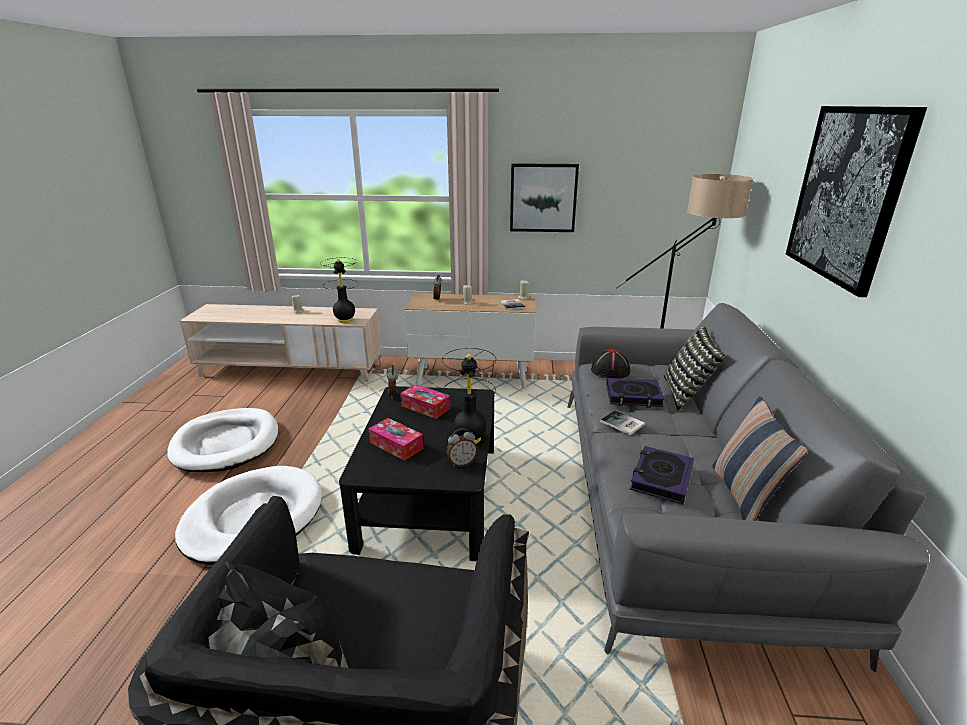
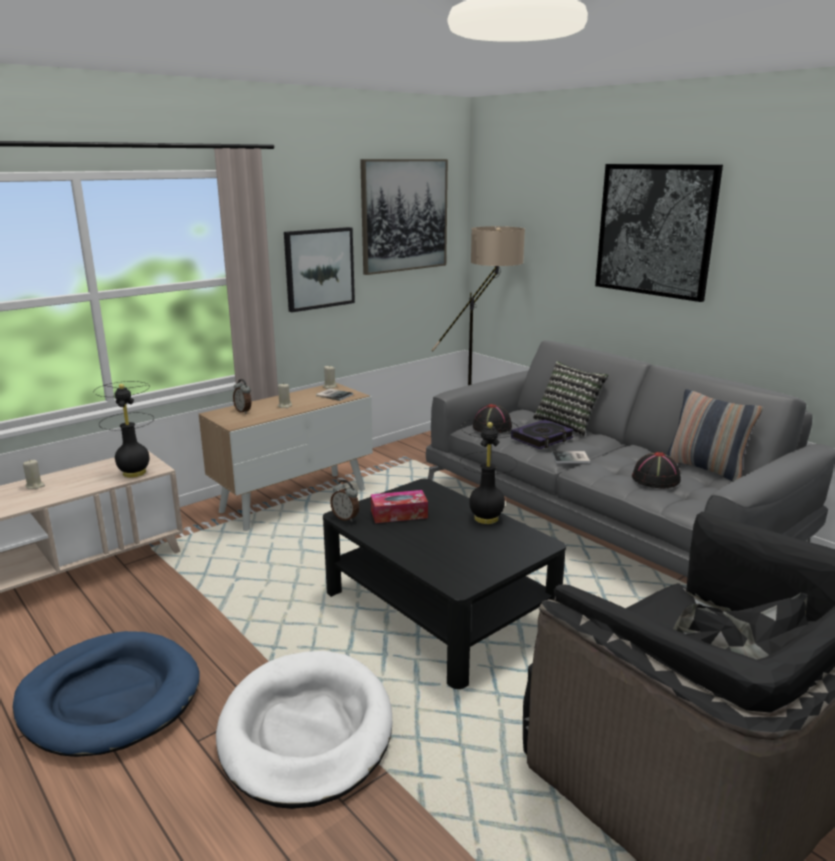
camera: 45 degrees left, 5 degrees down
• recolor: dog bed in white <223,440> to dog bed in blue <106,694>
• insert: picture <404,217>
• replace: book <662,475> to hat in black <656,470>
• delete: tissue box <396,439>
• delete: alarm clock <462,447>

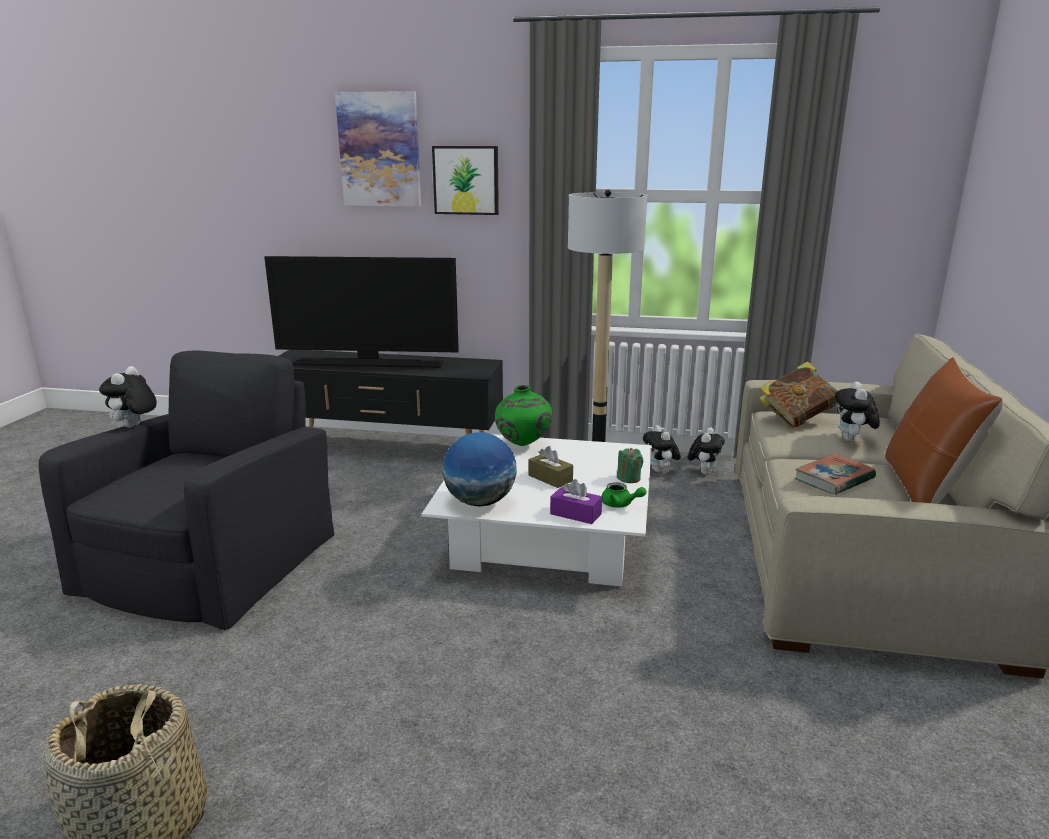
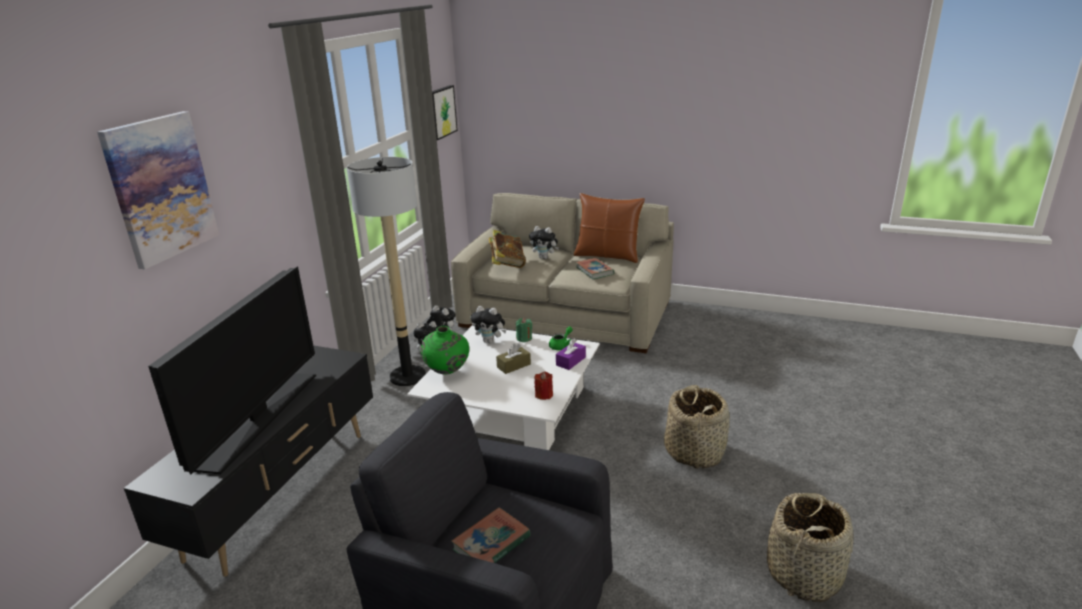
camera: 80 degrees left, 5 degrees up
• move: picture <465,180> to <445,112>
• insert: book <491,535>
• move: plush toy <128,397> to <488,324>
• replace: globe <479,469> to candle in red <544,385>
• insert: basket <697,427>

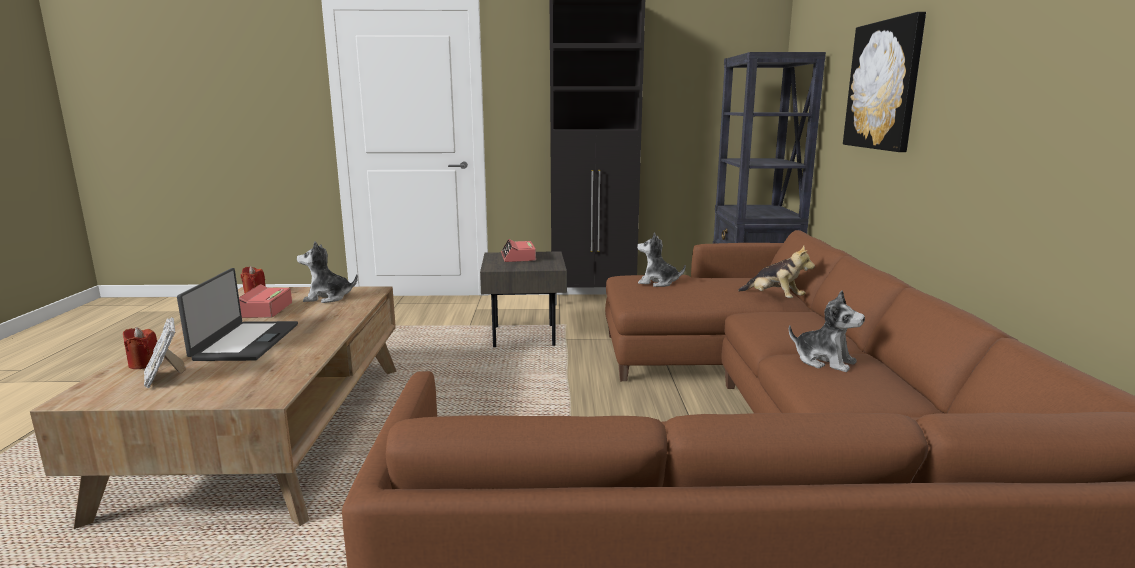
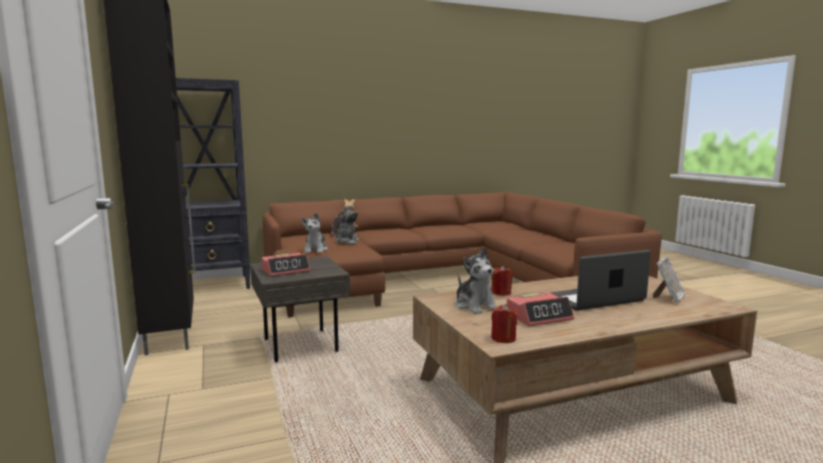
camera: 110 degrees left, 5 degrees down
• move: plush toy <827,331> to <347,225>
• move: candle in red <140,348> to <502,281>
• delete: picture <884,82>

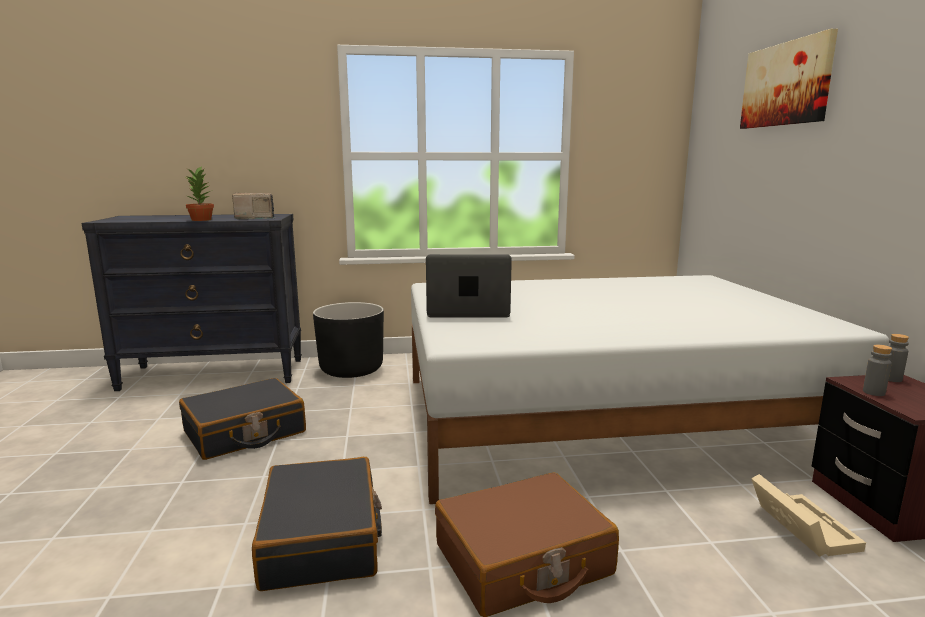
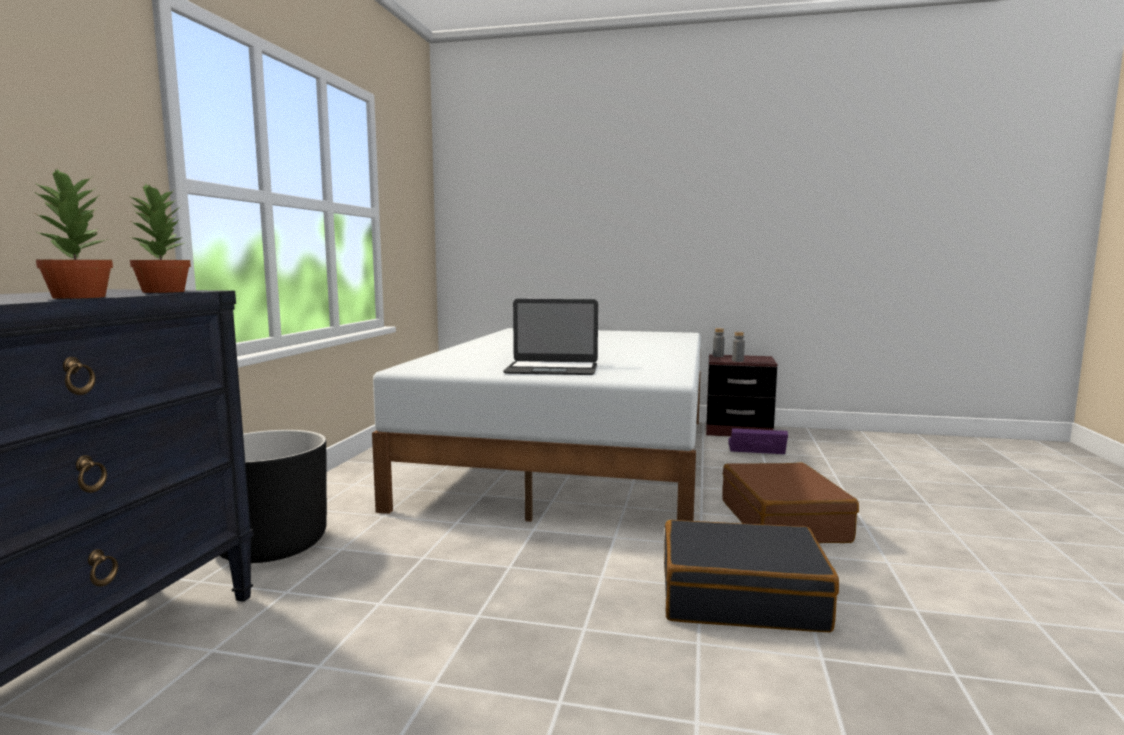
camera: 70 degrees left, 5 degrees down
• replace: radio <253,206> to potted plant <159,238>
• rotate: laptop <469,286> = <550,337> 105 degrees counterclockwise
• recolor: storage box in beige <808,515> to storage box in purple <758,441>
• delete: suitcase in black <242,419>
• delete: picture <789,79>

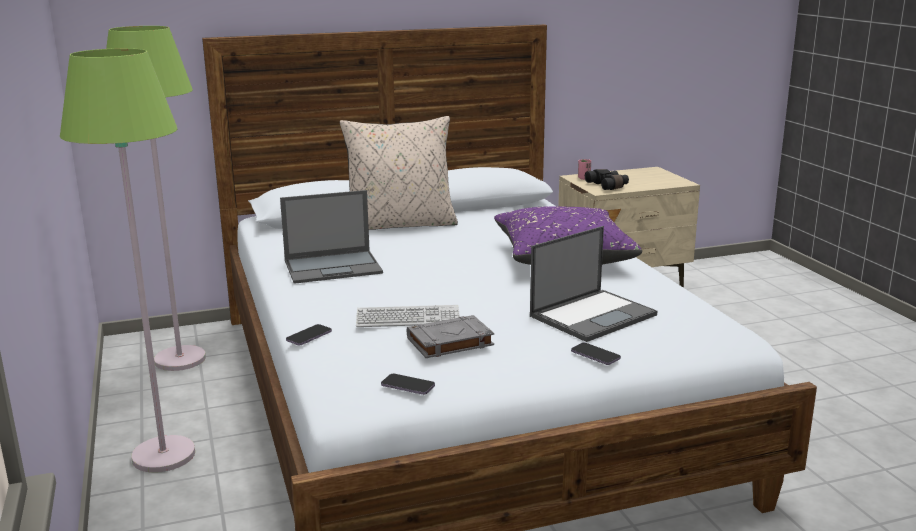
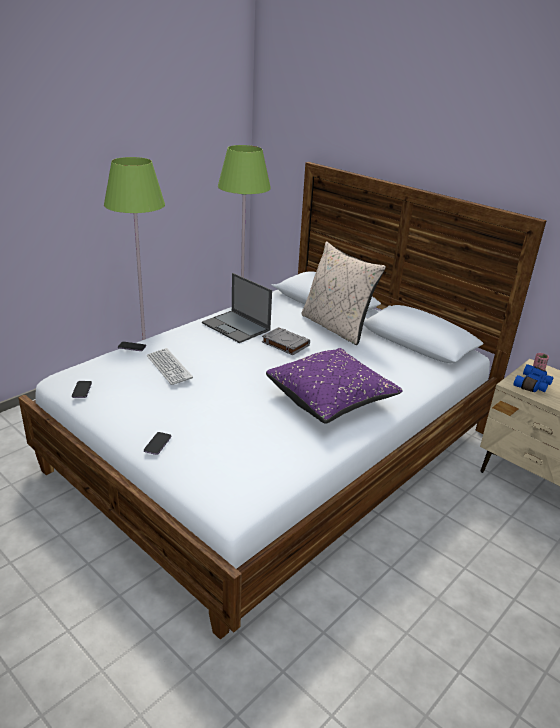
camera: 60 degrees right, 10 degrees up
• move: book in grey <450,336> to <286,341>
• recolor: binoculars in black <607,179> to binoculars in blue <533,378>
• delete: laptop <593,284>

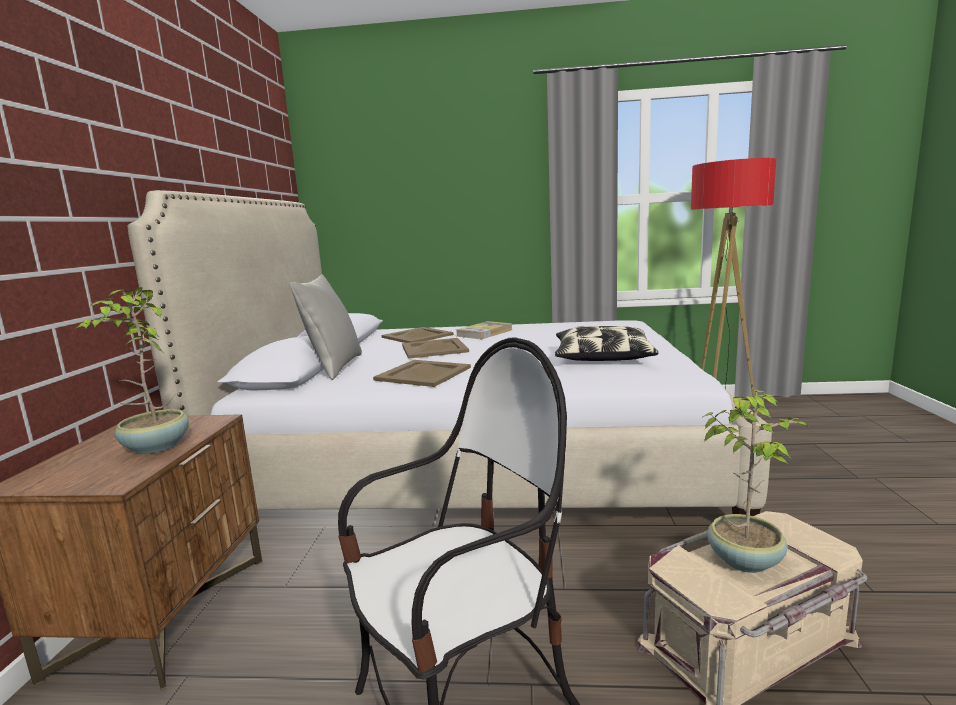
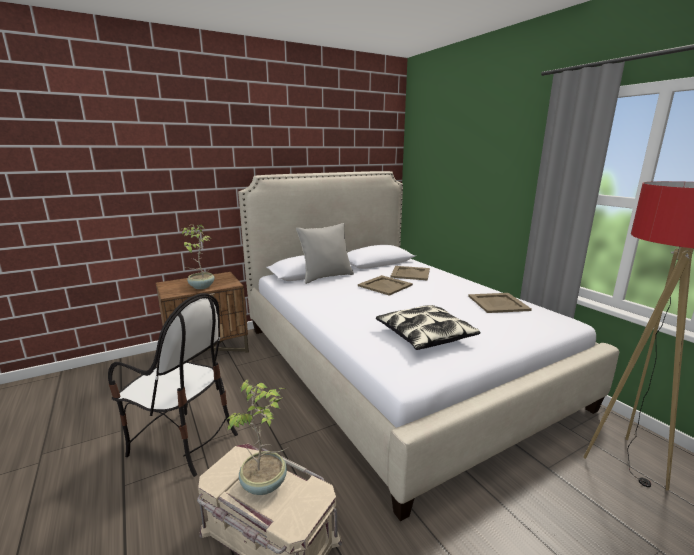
camera: 55 degrees right, 5 degrees up
• move: tray in beige <422,373> to <500,303>
• delete: book <484,330>

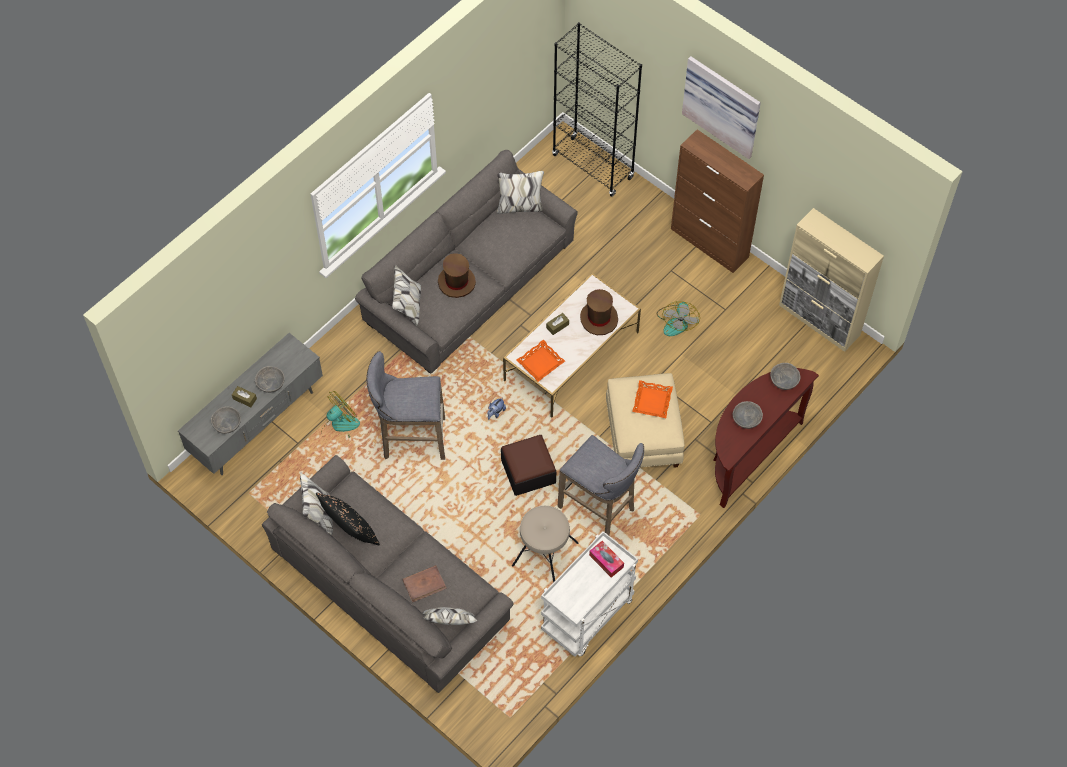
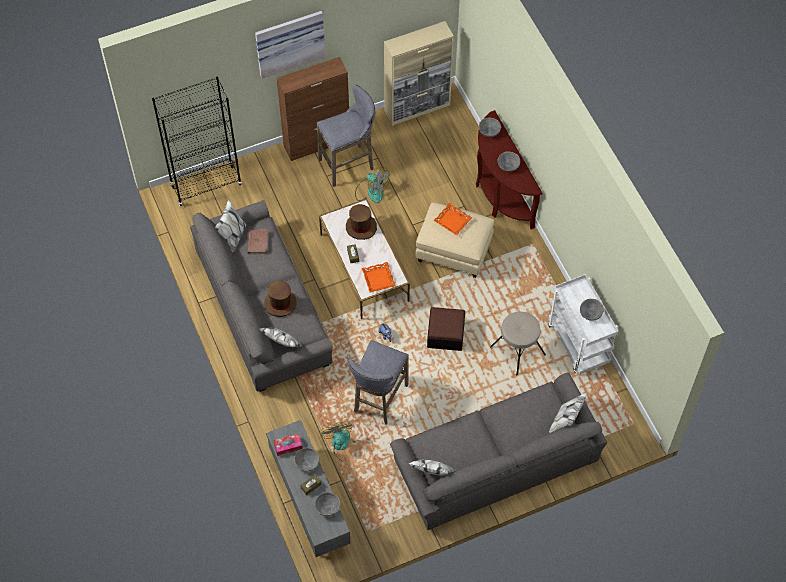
camera: 65 degrees left, 0 degrees up
• move: book in brown <424,583> to <258,241>
• move: tissue box <606,559> to <288,445>
• move: stool in grey <601,485> to <346,136>
• insert: bowl in grey <592,310>
• delete: pillow in black <348,518>

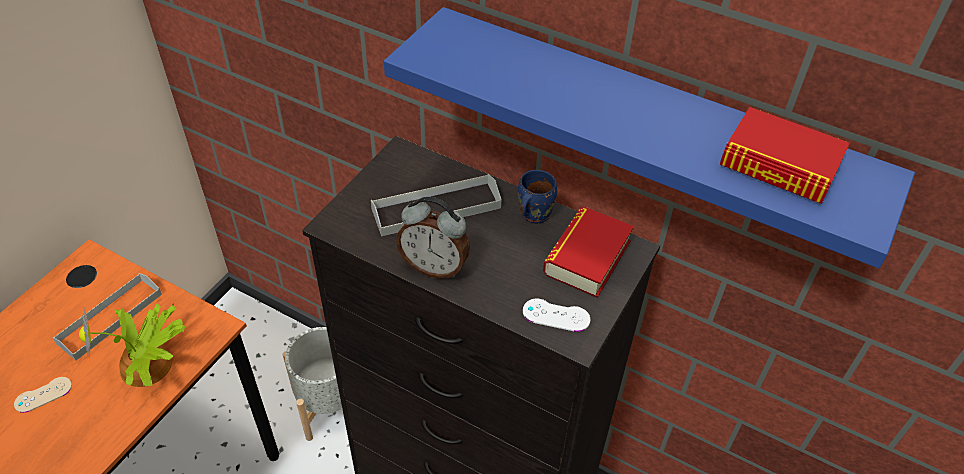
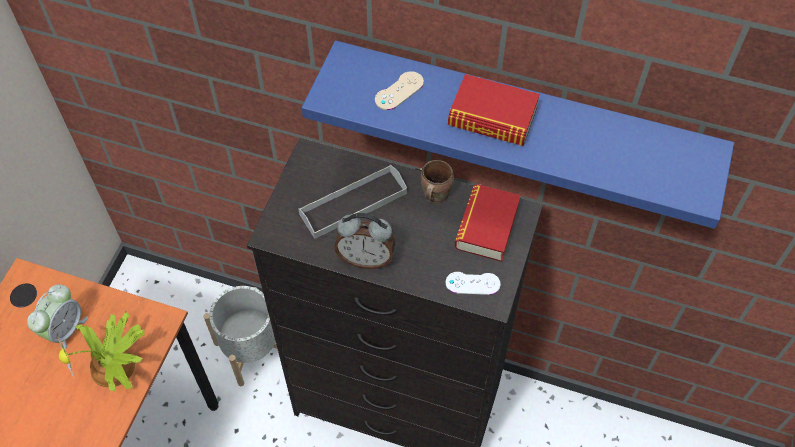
camera: 10 degrees left, 10 degrees up
• replace: tray in grey <107,316> to alarm clock <57,317>
• move: game controller in beige <43,395> to <399,90>
• recolor: mug in blue <537,196> to mug in brown <437,181>
• move: book <785,155> to <494,110>

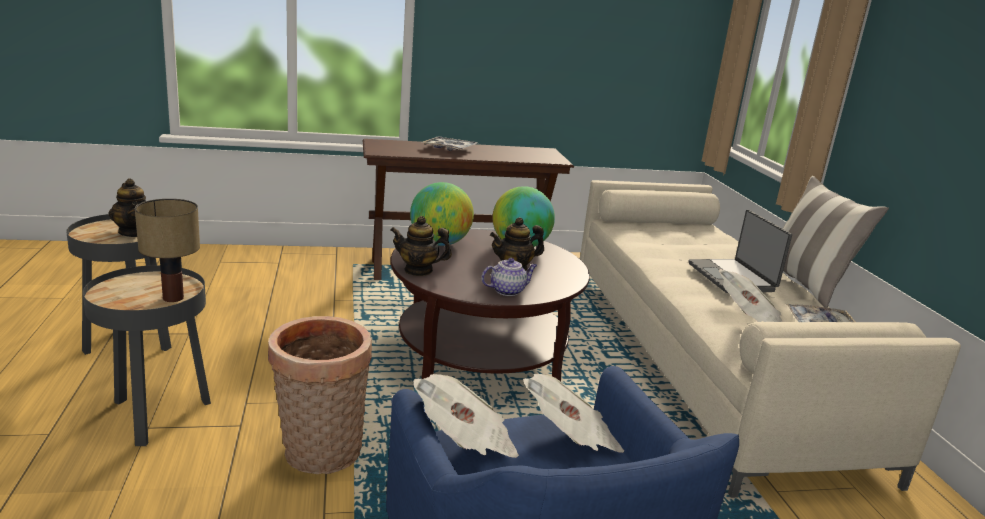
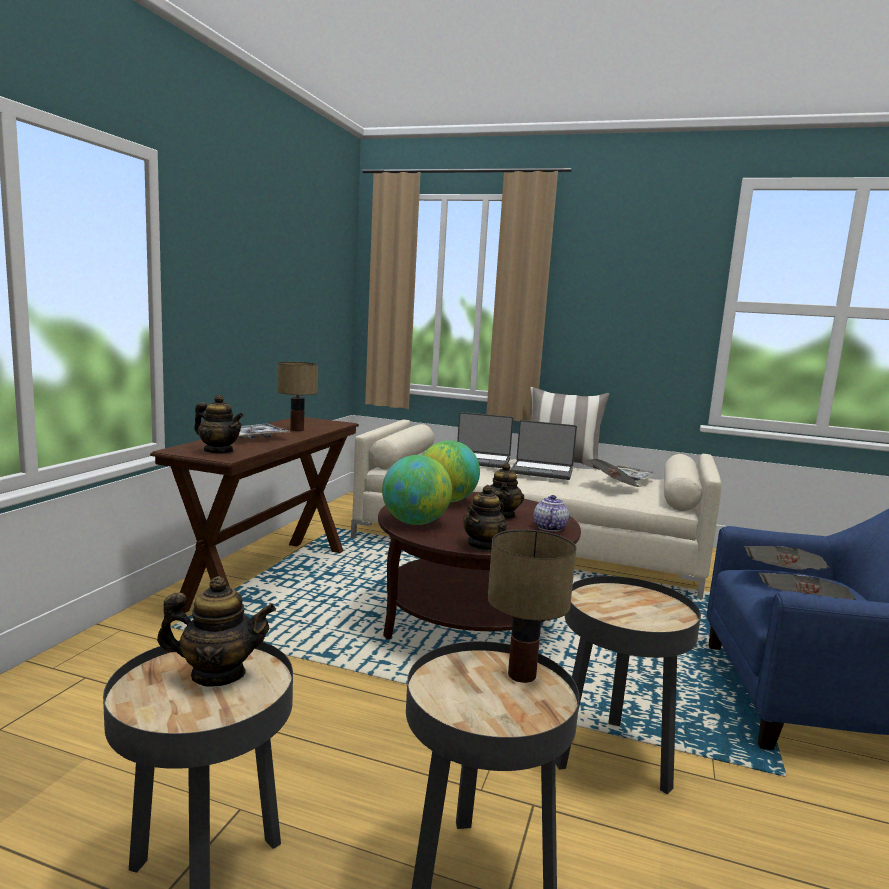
camera: 60 degrees left, 10 degrees down
• insert: teapot <219,424>
• insert: table lamp <298,396>
• insert: laptop <485,440>
• replace: basket <320,395> to side table in black <628,685>

